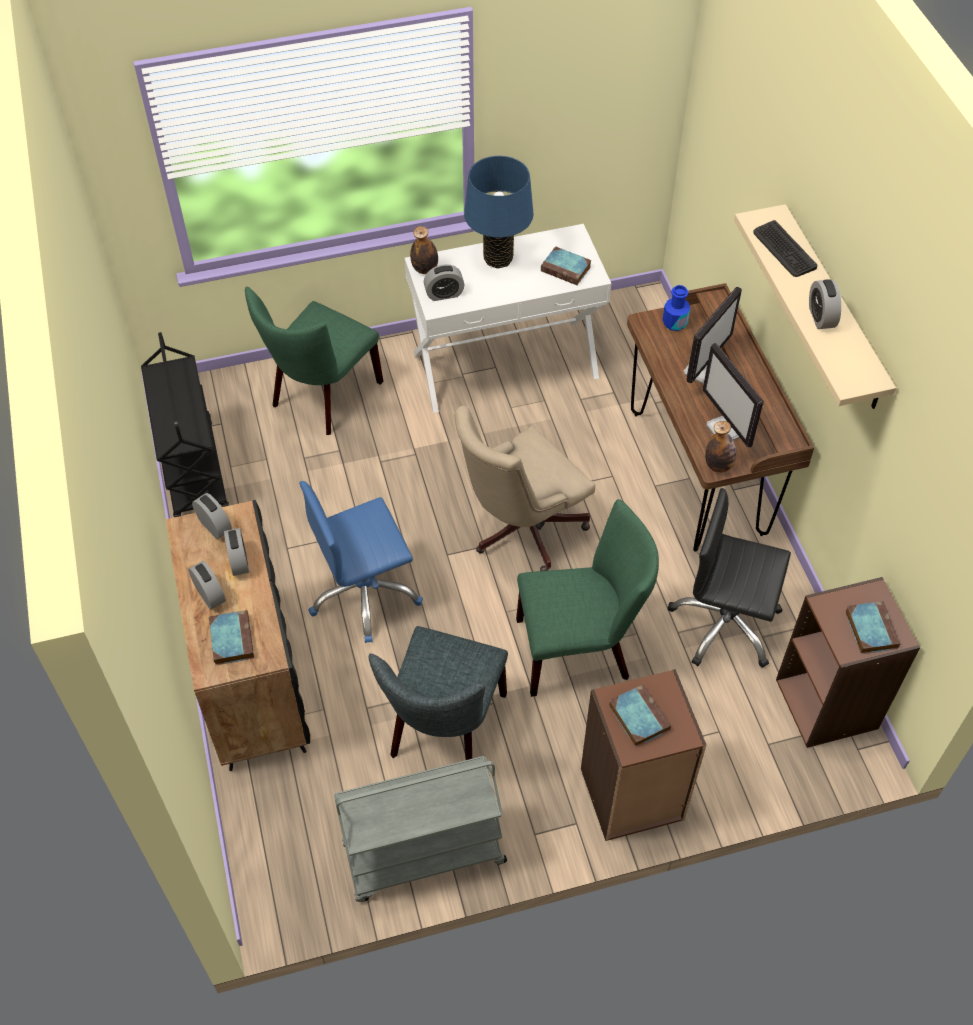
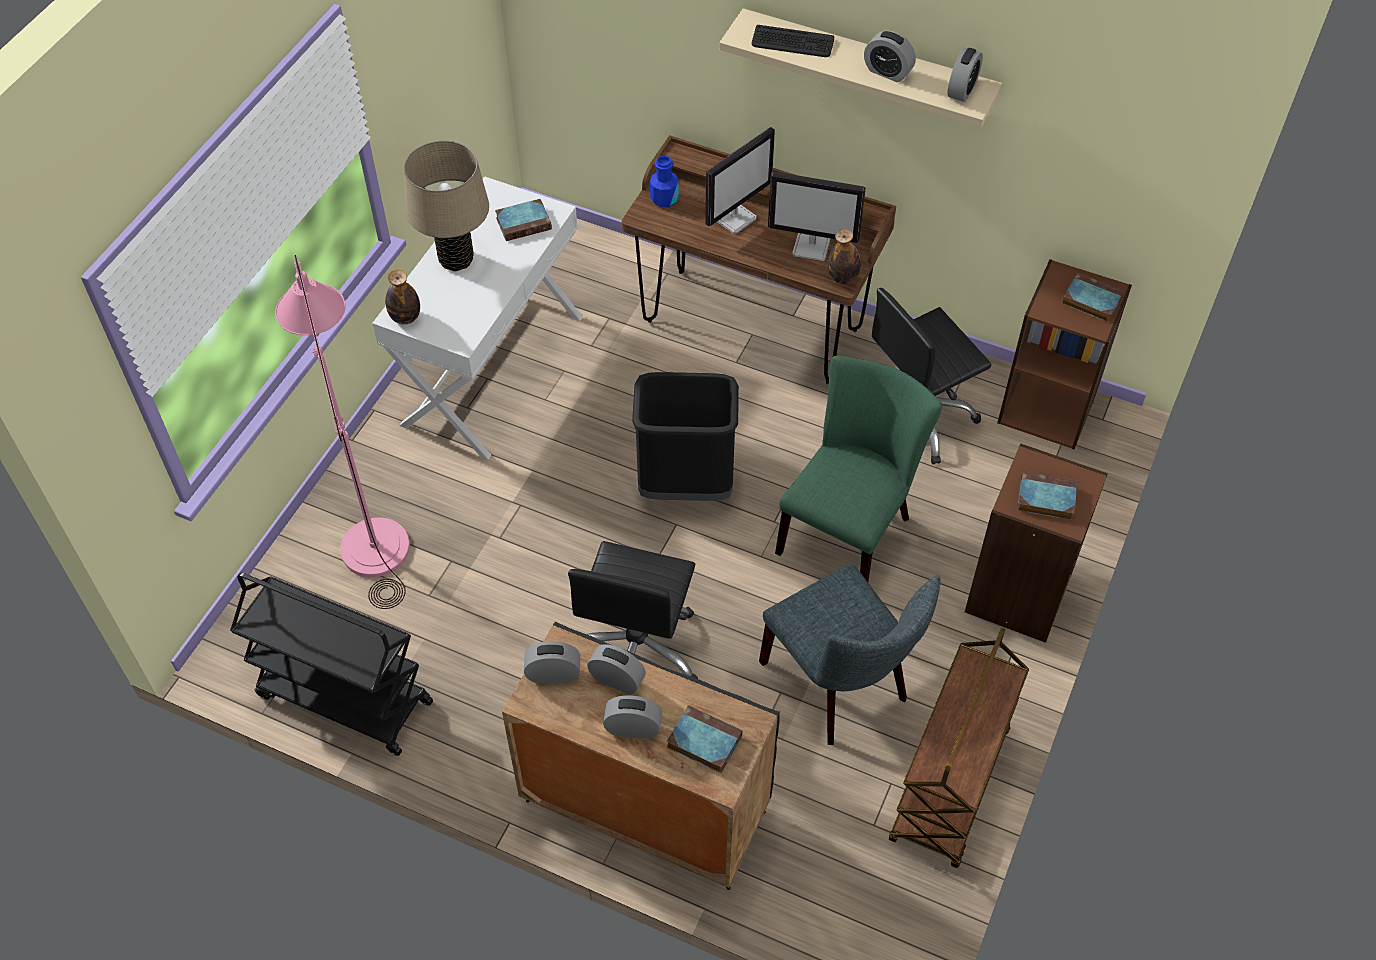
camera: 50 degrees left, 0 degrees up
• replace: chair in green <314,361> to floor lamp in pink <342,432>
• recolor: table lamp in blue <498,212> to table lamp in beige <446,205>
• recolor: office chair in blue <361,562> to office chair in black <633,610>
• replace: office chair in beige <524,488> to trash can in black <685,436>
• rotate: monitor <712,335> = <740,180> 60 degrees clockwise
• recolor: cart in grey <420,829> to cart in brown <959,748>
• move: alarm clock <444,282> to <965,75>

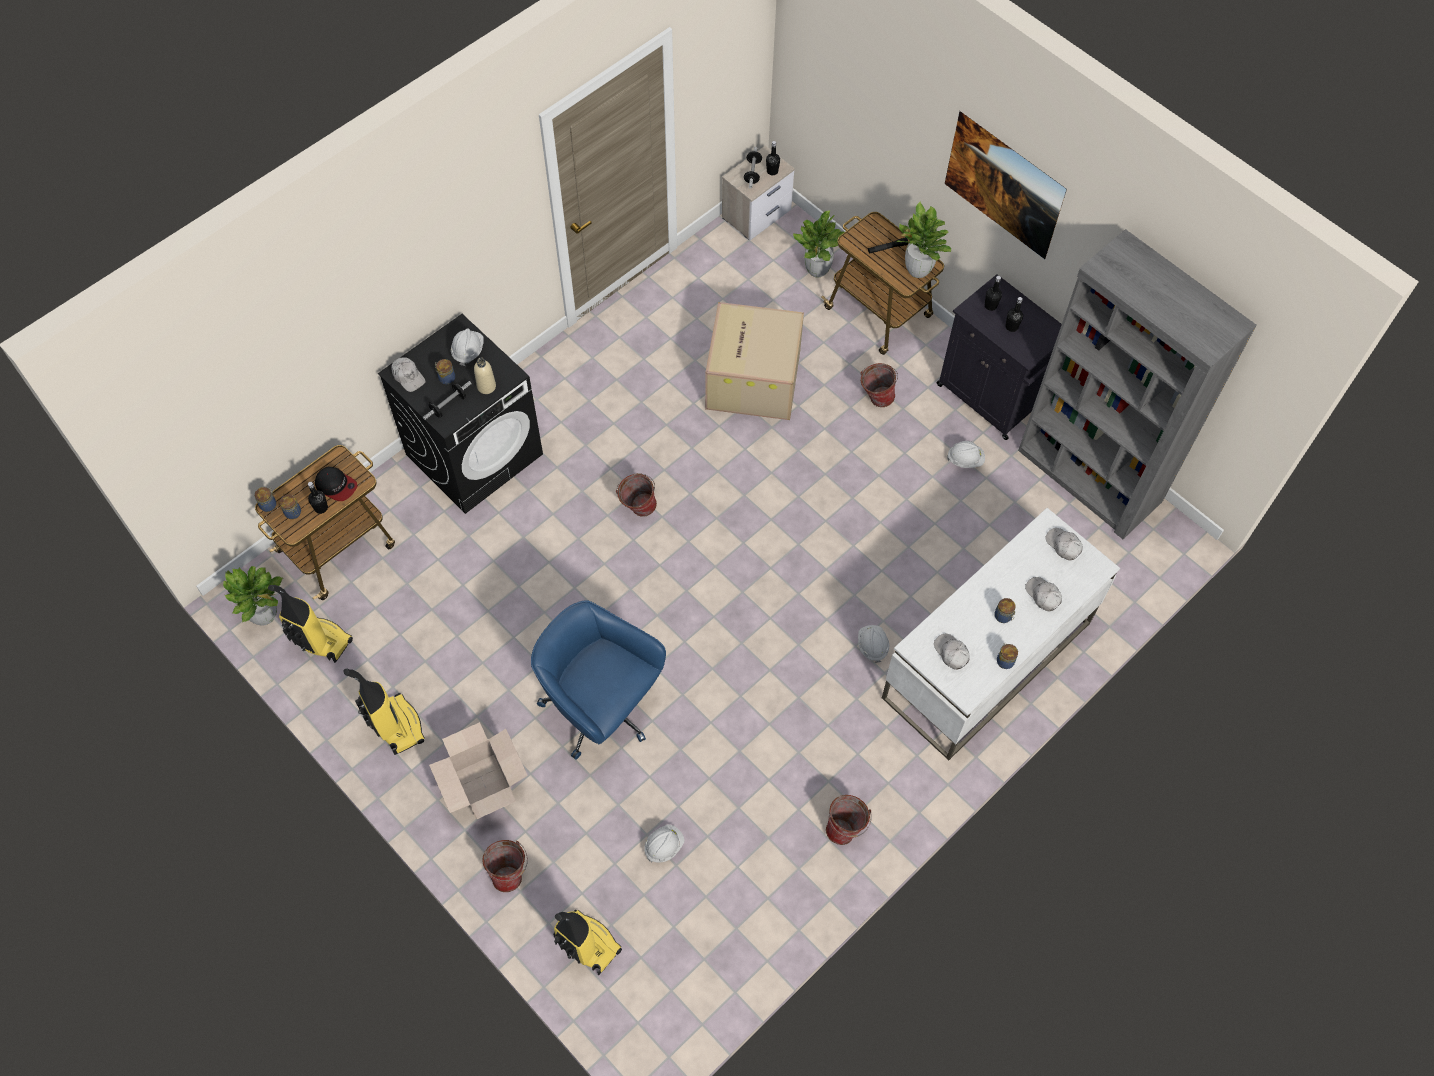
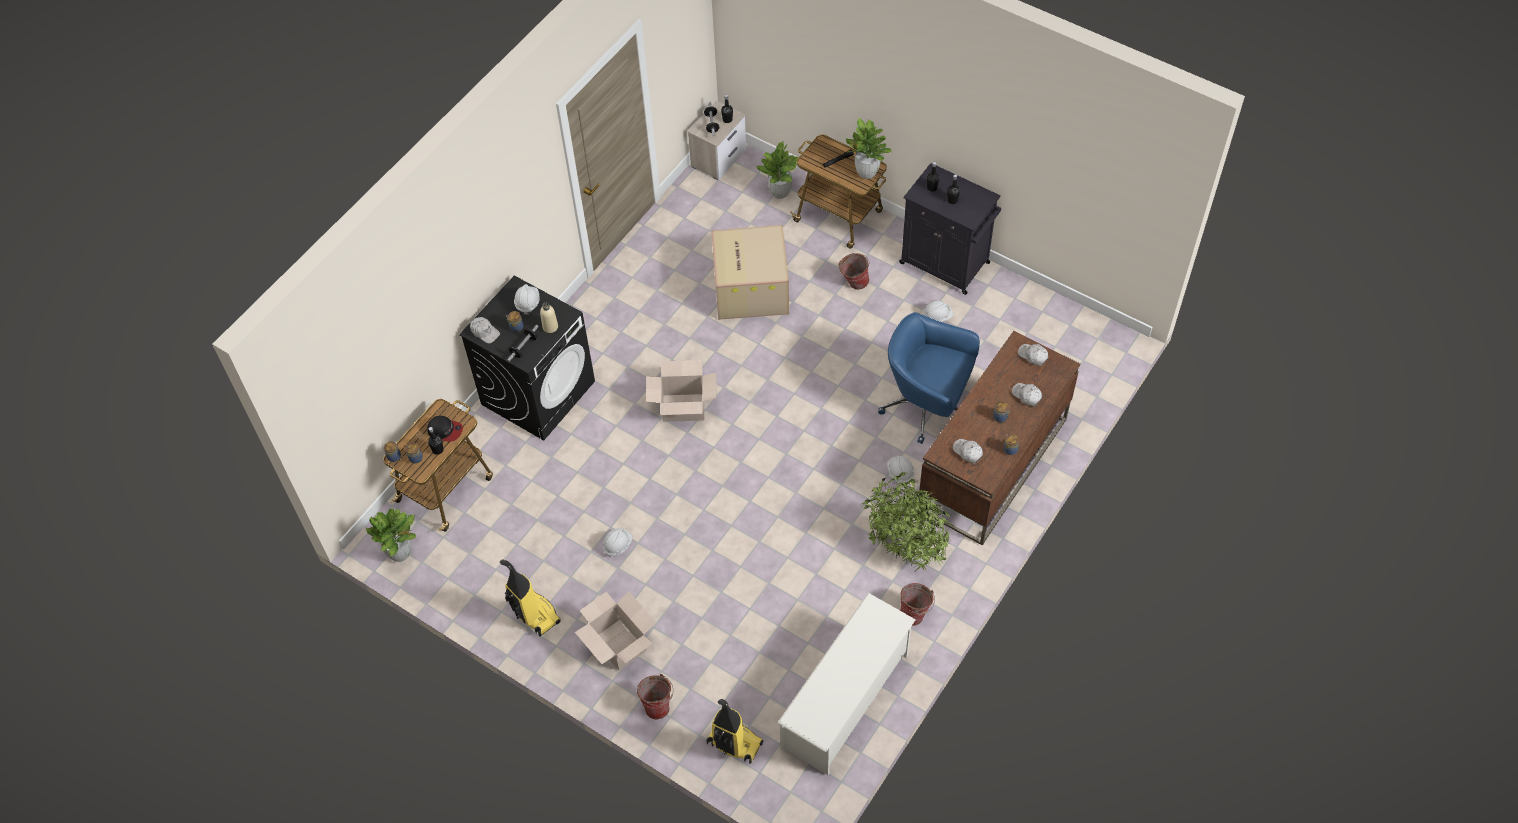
camera: 10 degrees left, 5 degrees down
• move: hard hat in white <664,844> to <618,543>
• replace: bucket <636,495> to cardboard box <681,391>
• insert: shoe rack in white <846,684>
• insert: potted plant <908,521>
• move: office chair in blue <598,680> to <929,378>
• recolor: desk in white <1001,634> to desk in brown <999,438>
• delete: vacuum cleaner <310,624>
• delete: picture <1006,185>
• delete: bookcase in grey <1137,384>

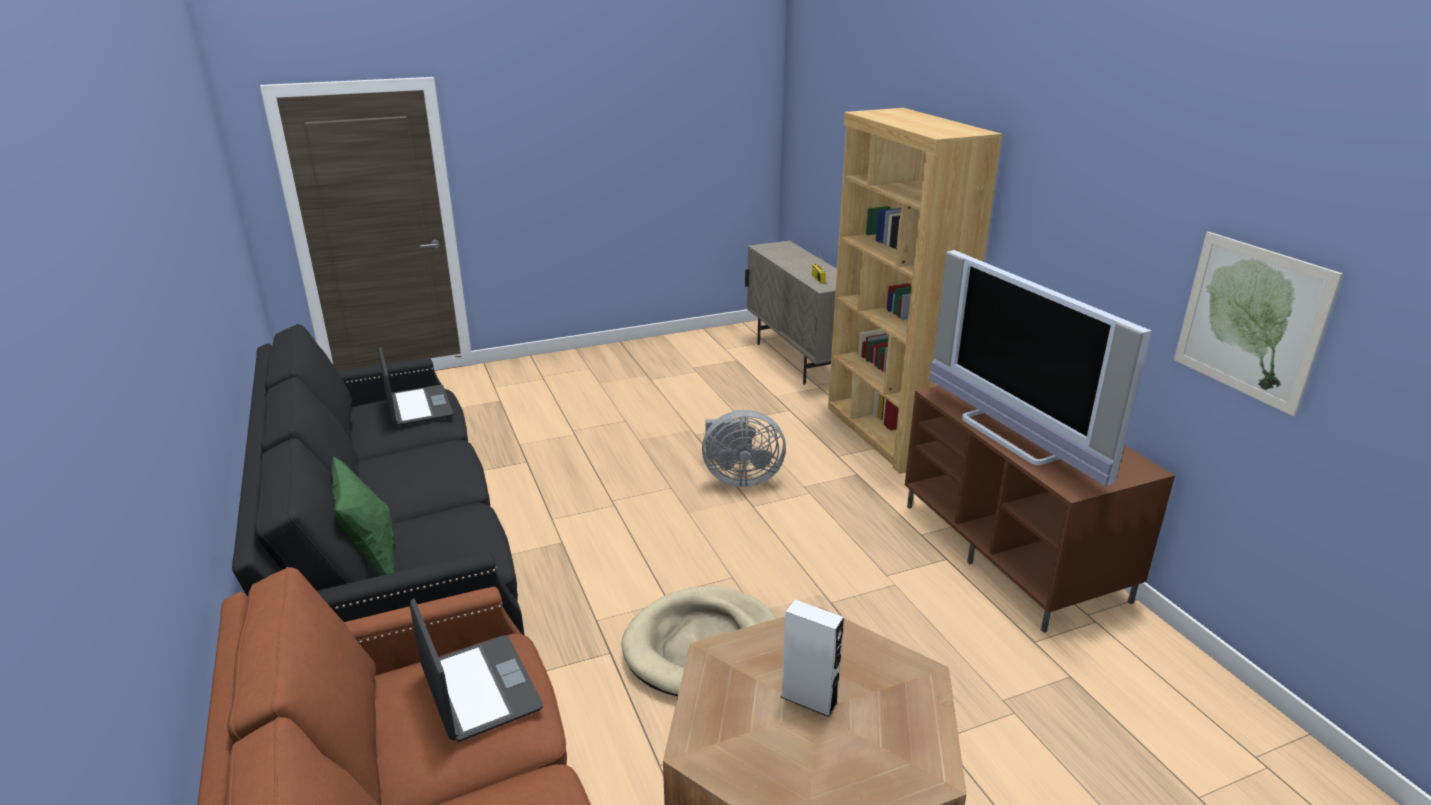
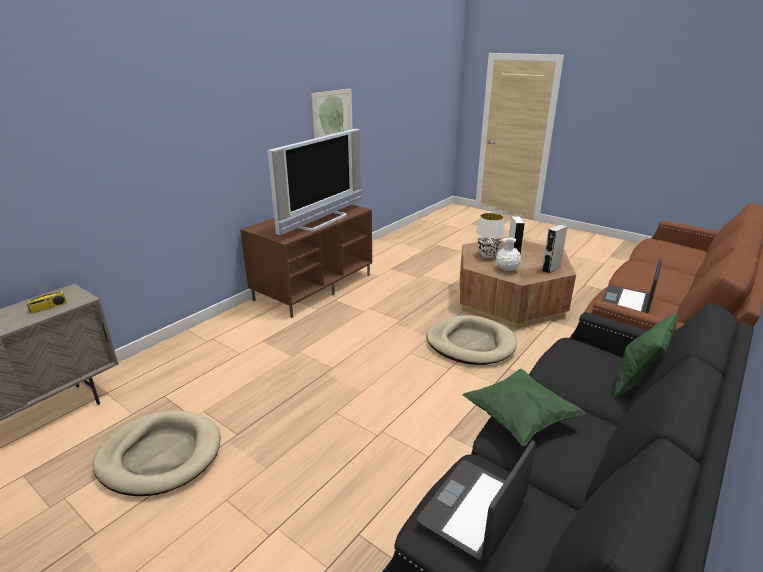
camera: 120 degrees left, 0 degrees up
• insert: dog bed in beige <156,453>
• insert: pillow in green <524,407>
• insert: table lamp in white <490,235>
• insert: vase in white <508,254>
• insert: speaker in grey <555,249>
• delete: fan in grey <744,448>
• delete: bookcase in brown <915,291>

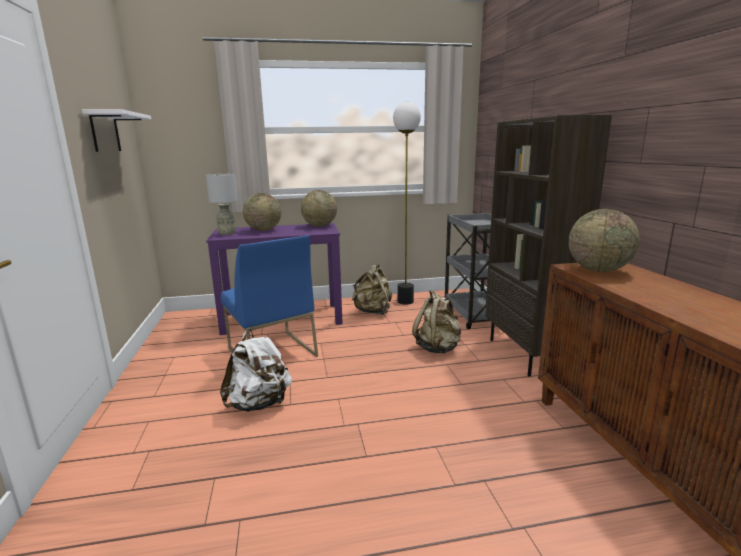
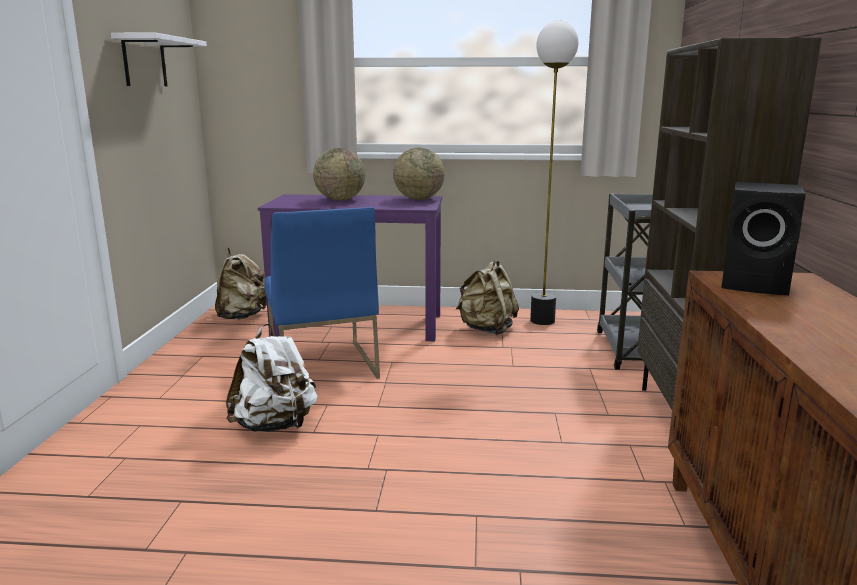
camera: 15 degrees right, 0 degrees up
• move: backpack in beige <437,321> to <241,283>
• replace: globe <604,240> to speaker in black <763,238>
• delete: table lamp in grey <222,204>

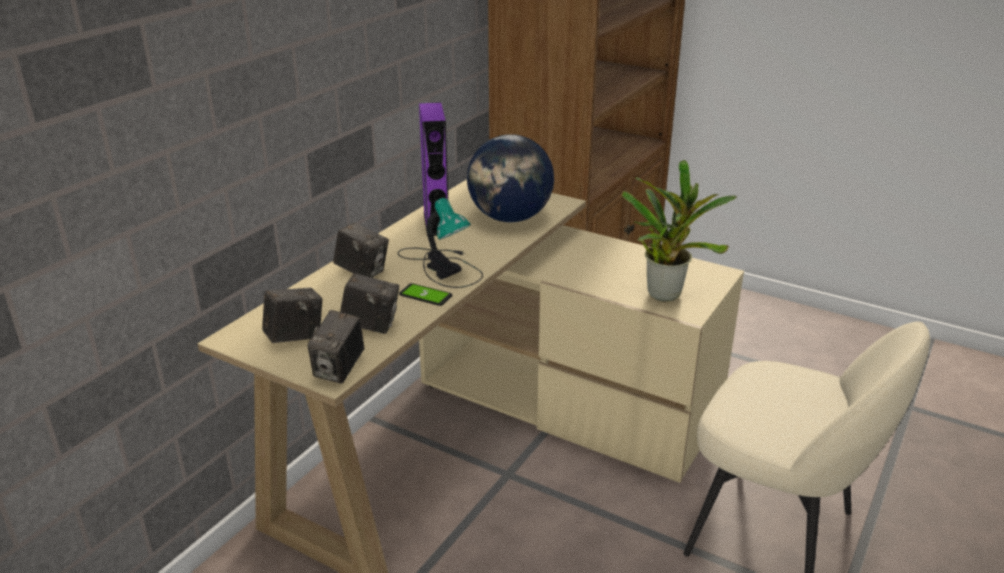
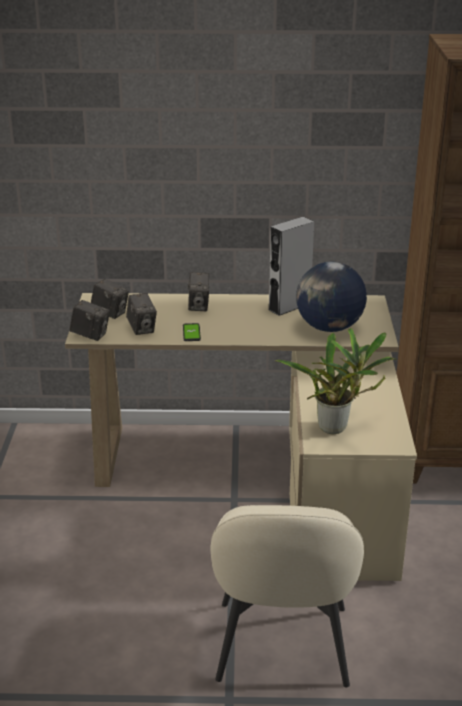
camera: 60 degrees right, 0 degrees up
• rotate: photo camera <336,346> = <89,320> 150 degrees counterclockwise
• recolor: speaker in purple <433,169> to speaker in grey <291,266>
• delete: table lamp <440,243>

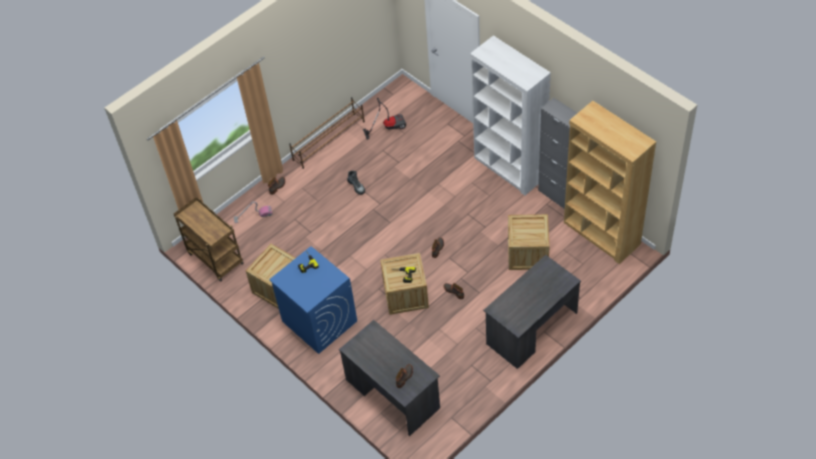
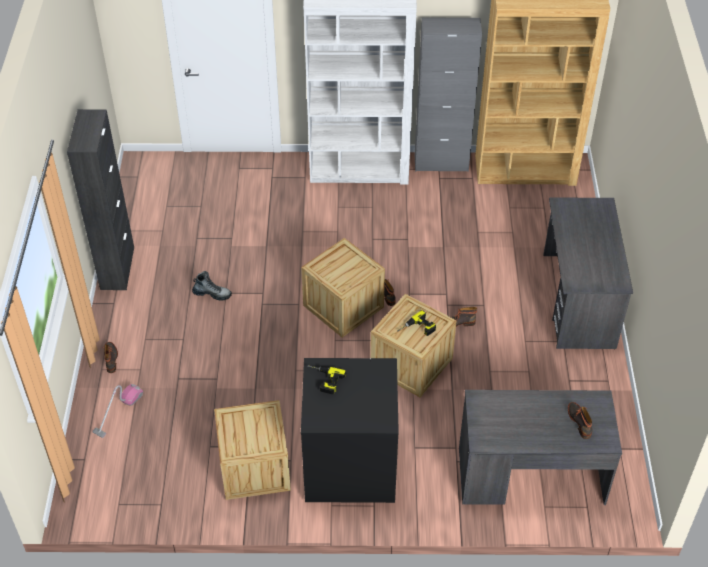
camera: 50 degrees left, 5 degrees down
• replace: shoe rack in brown <327,133> to cabinet in black <100,199>
• move: crate <529,242> to <343,288>
• recolor: washing machine in blue <313,300> to washing machine in black <350,430>
• delete: cart in brown <209,239>
• delete: vacuum cleaner <384,119>

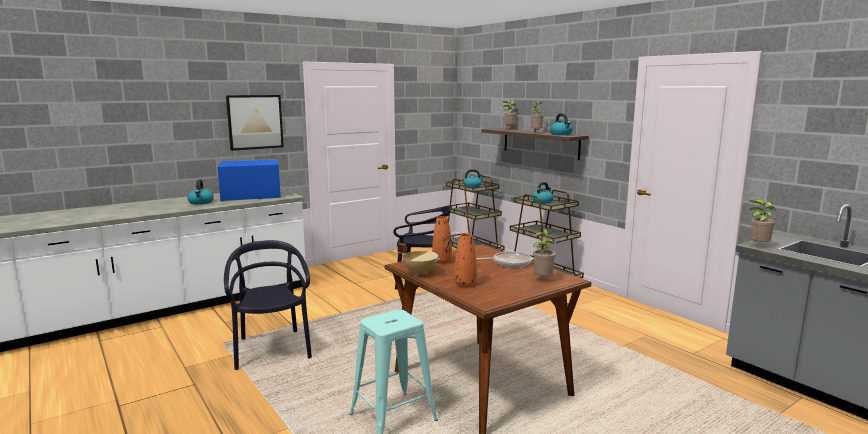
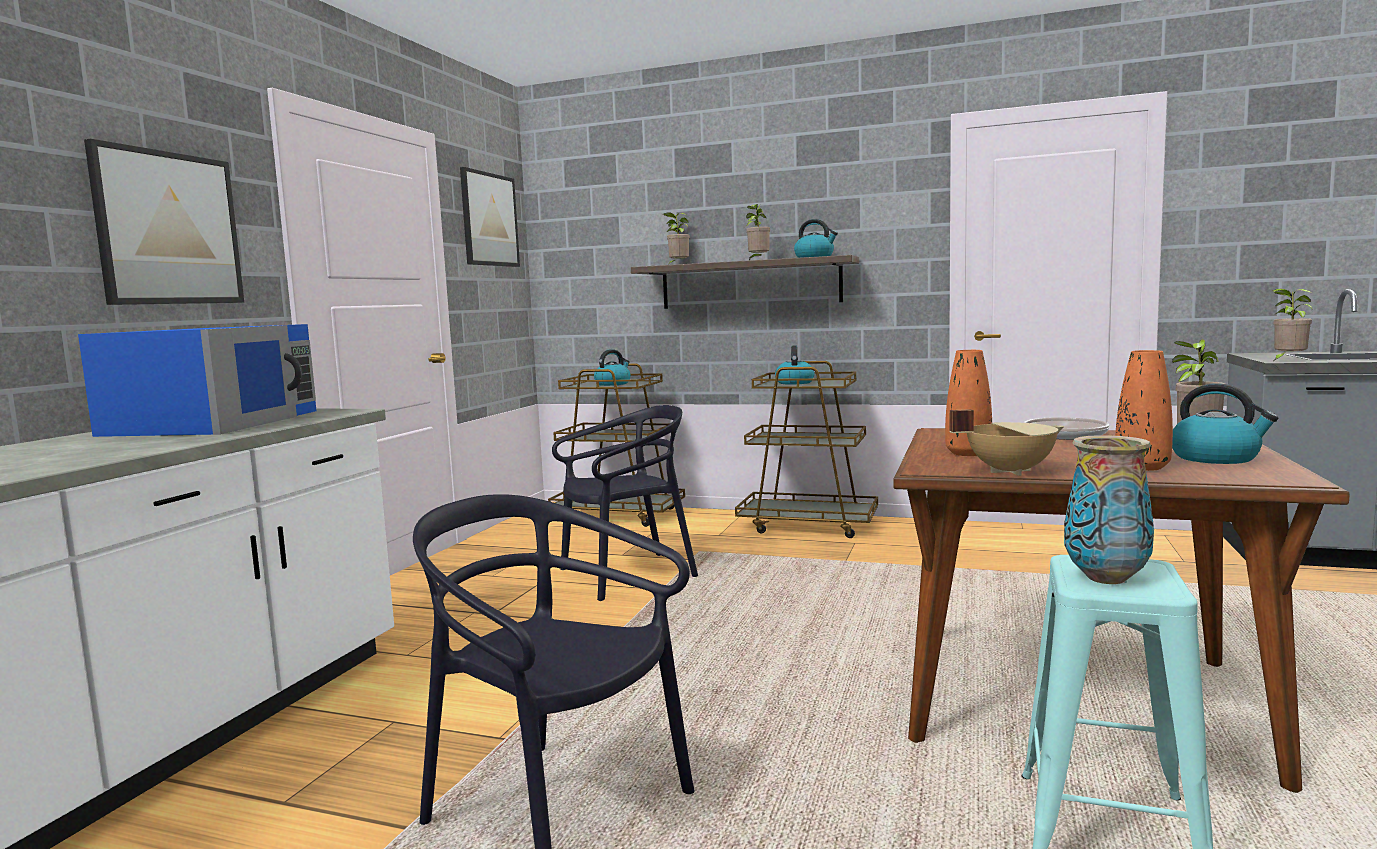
camera: 35 degrees left, 5 degrees down
• rotate: microwave in blue <249,180> = <197,380> 150 degrees clockwise
• insert: picture <490,217>
• insert: vase <1109,509>
• move: kettle <200,192> to <1225,423>

